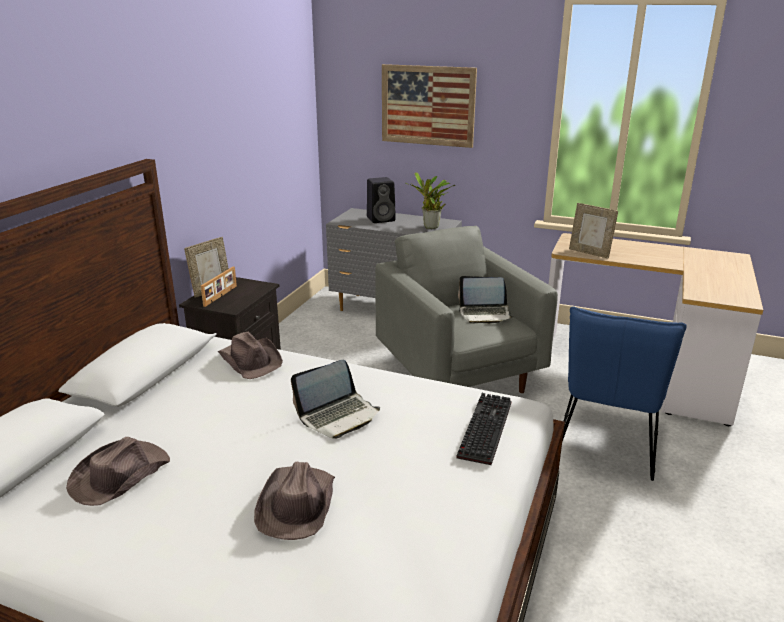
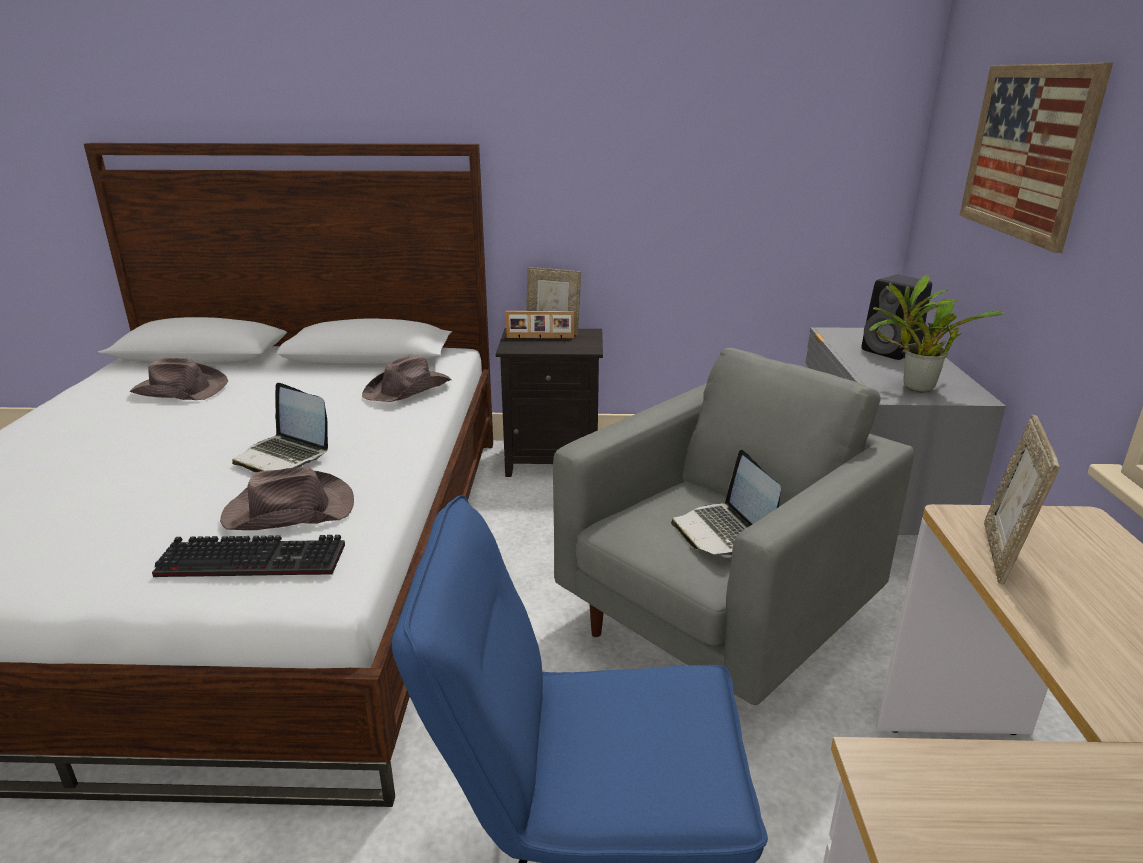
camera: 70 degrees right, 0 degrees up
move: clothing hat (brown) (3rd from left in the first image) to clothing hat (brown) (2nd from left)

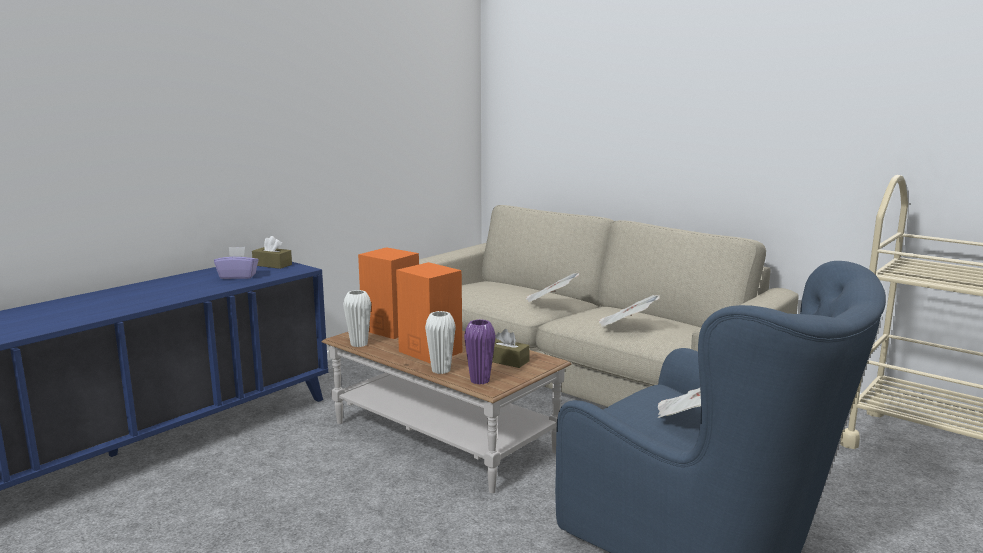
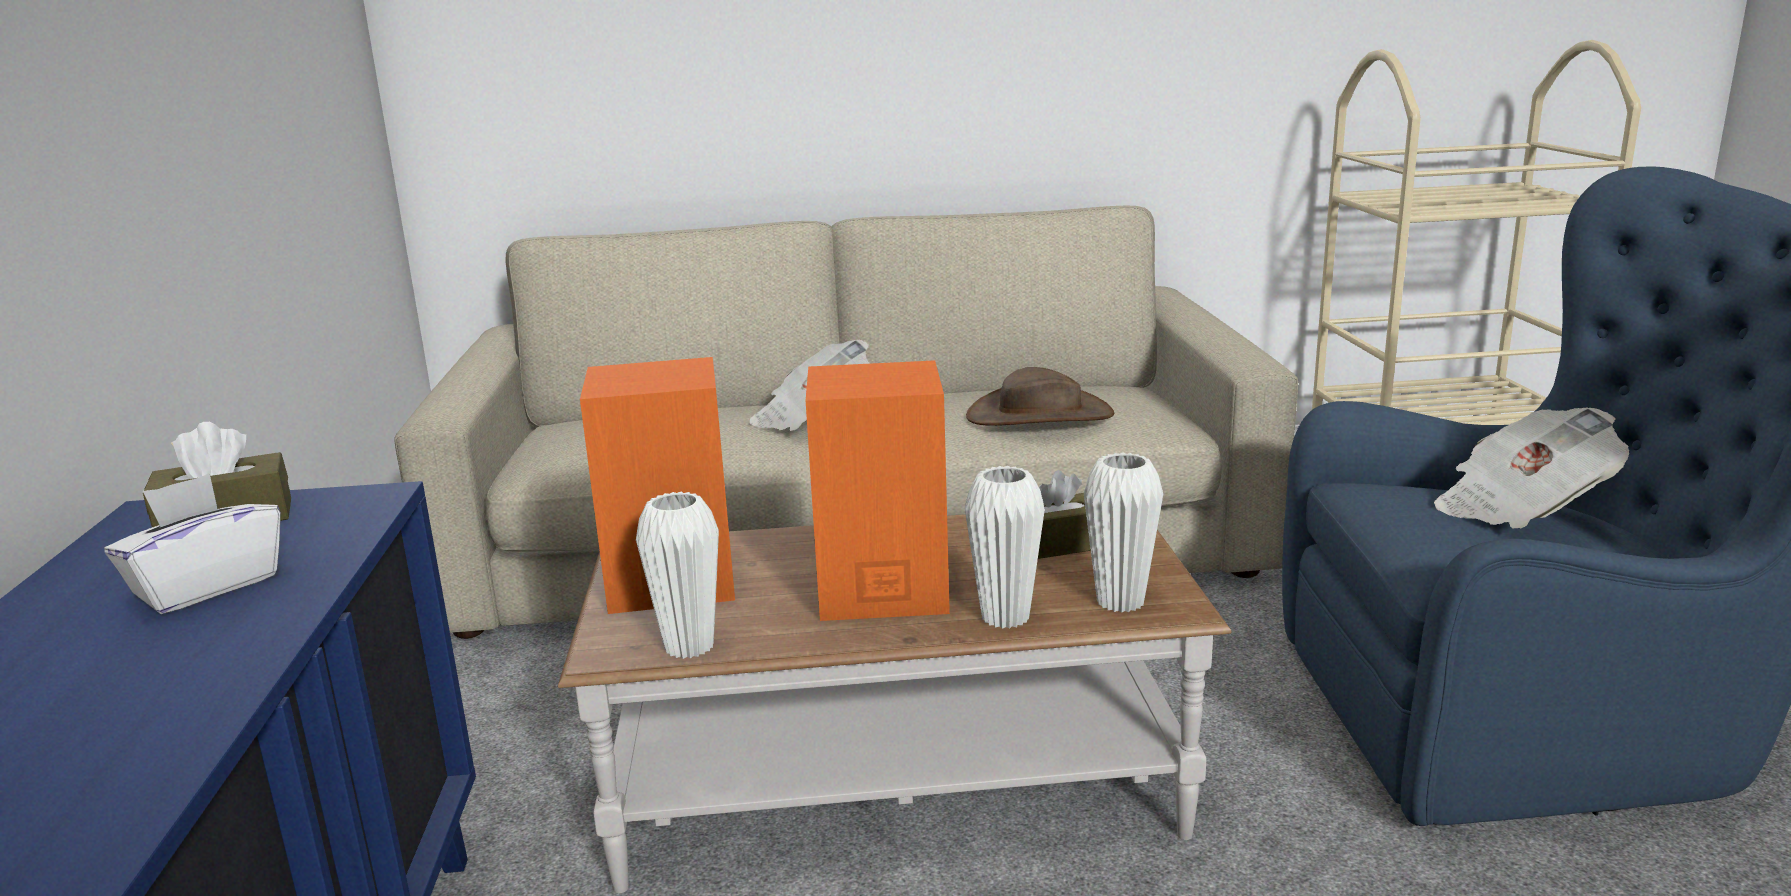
camera: 45 degrees left, 5 degrees up
replace: daily paper (2nd from left) to clothing hat (brown)
recolor: tissue box (purplish) to tissue box (white-coloured); flower vase (purplish) to flower vase (white-coloured) (3rd from left)

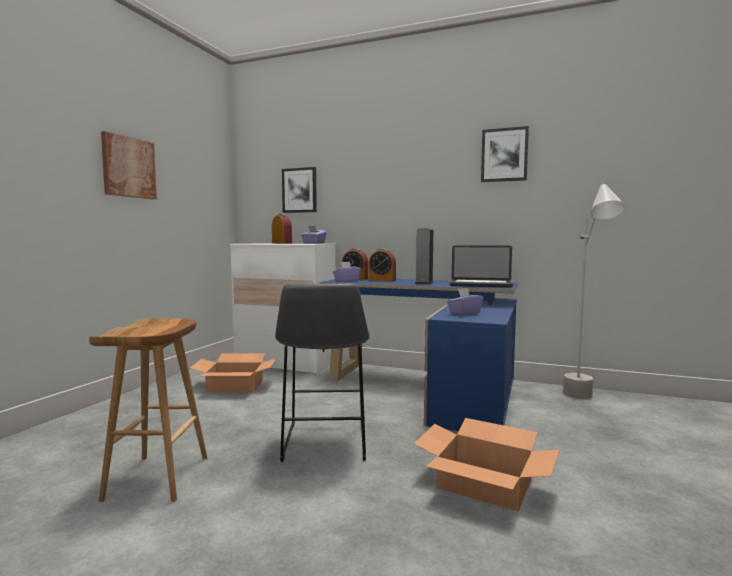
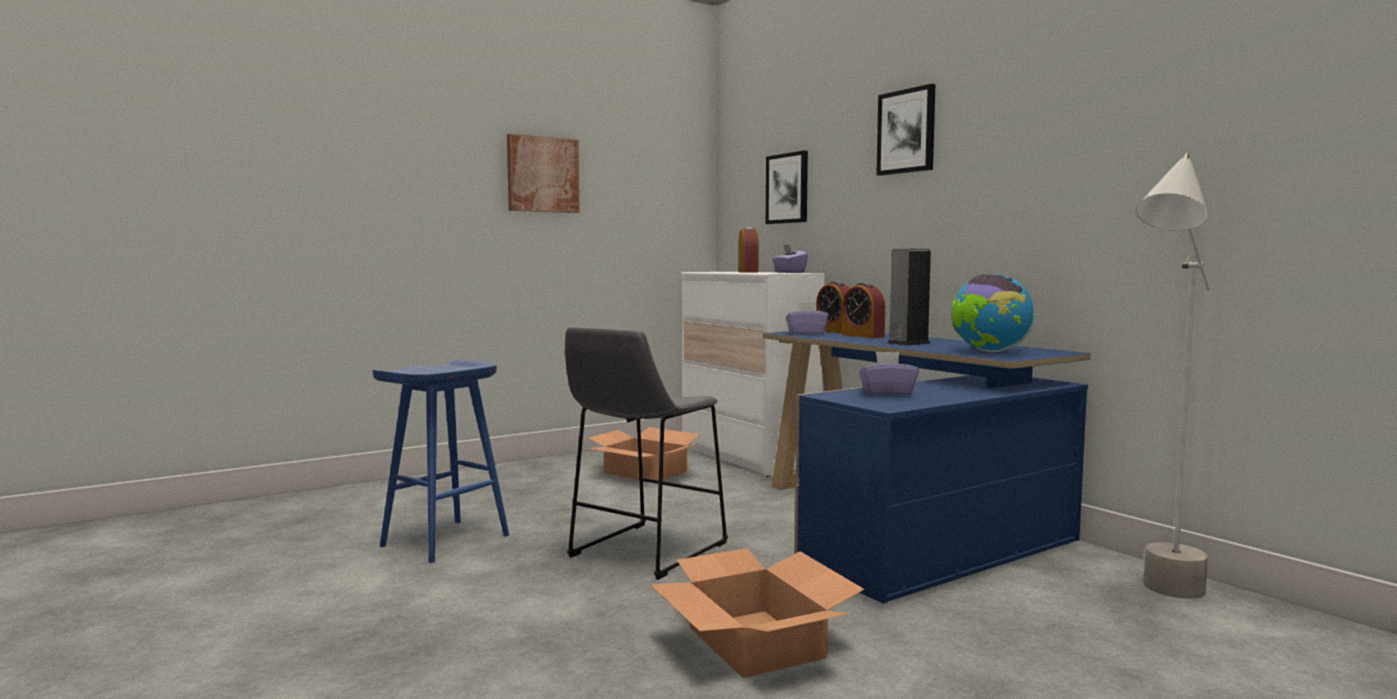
camera: 35 degrees right, 0 degrees up
move: picture (3rd from left)
replace: notebook computer to globe
recolor: stool seat (brown) to stool seat (bluish)

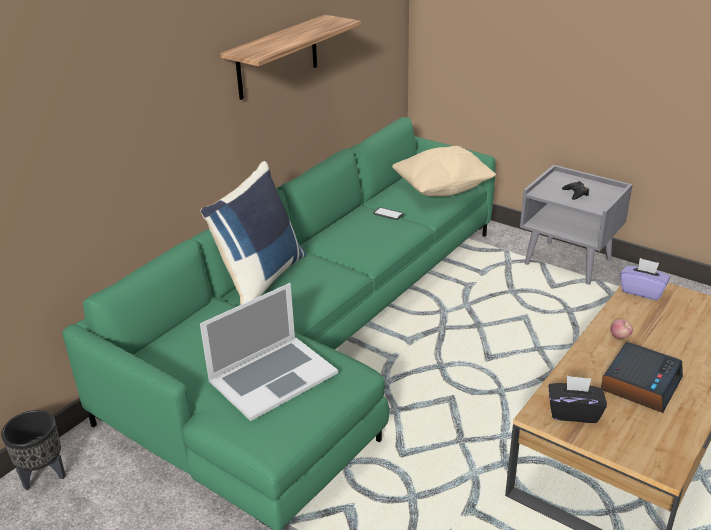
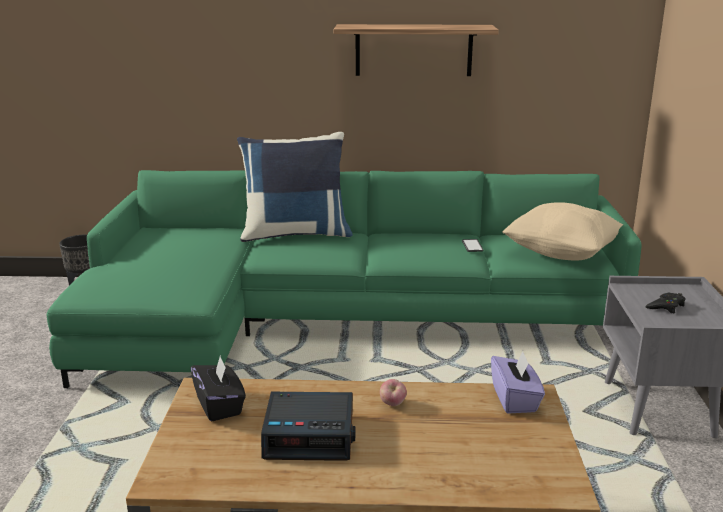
camera: 55 degrees right, 10 degrees down
delete: notebook computer

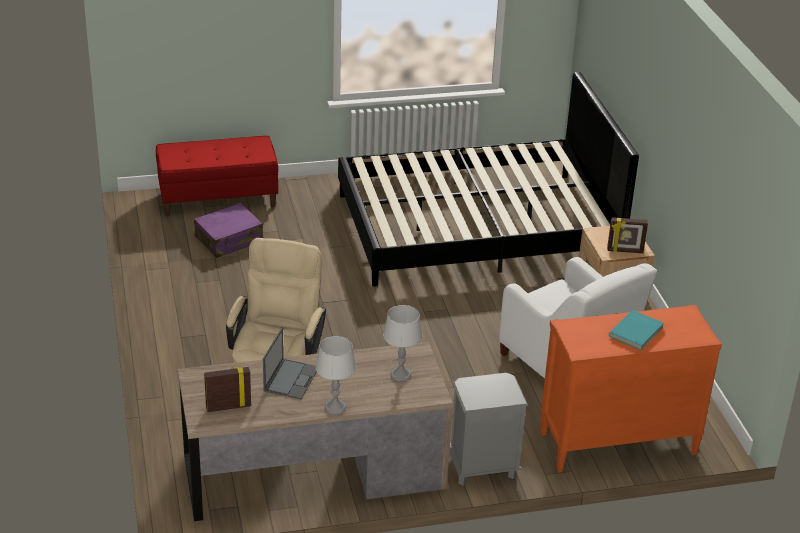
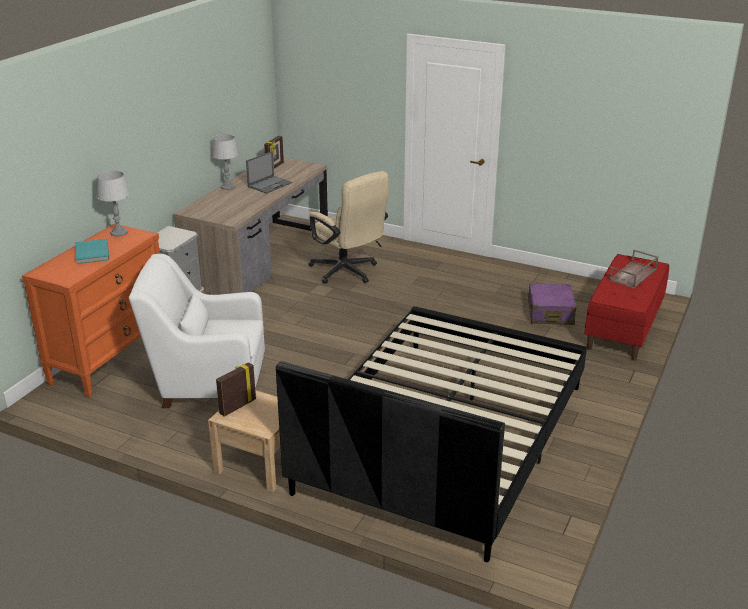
camera: 130 degrees right, 5 degrees down
insert: tray (brown)
move: table lamp (gray) (2nd from left in the first image) to table lamp (gray) (1st from left)
rotate: notebook computer 105 degrees counterclockwise

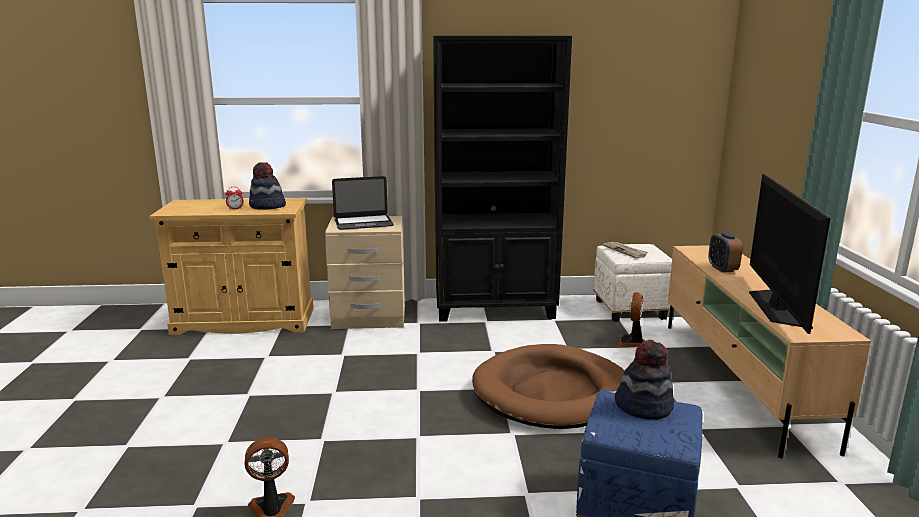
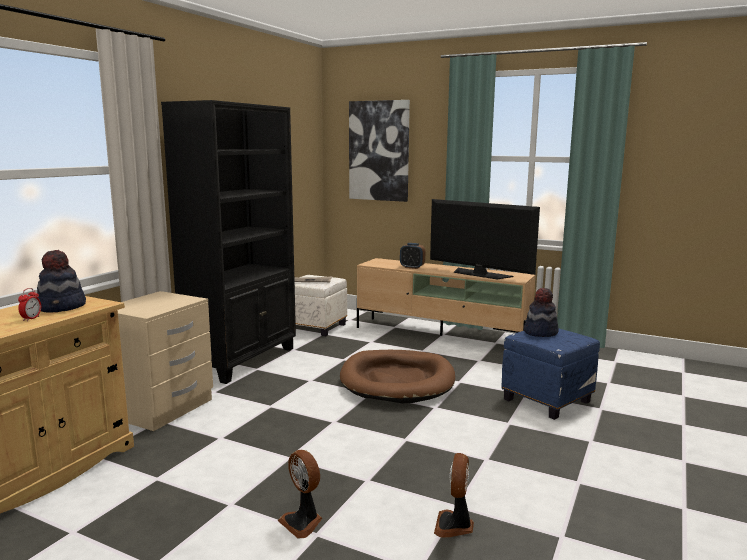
camera: 60 degrees left, 5 degrees down
delete: notebook computer
insert: picture
move: electric fan (2nd from left in the first image) to electric fan (1st from left)

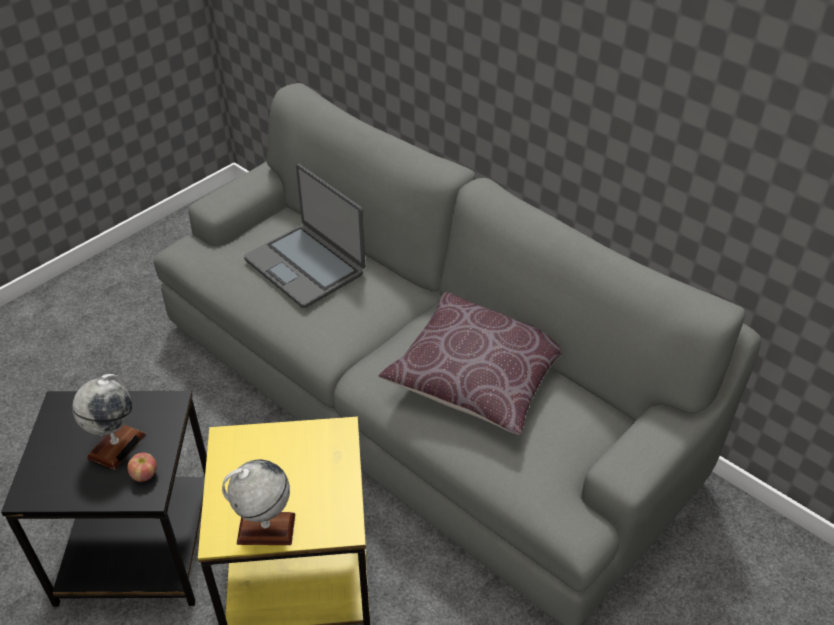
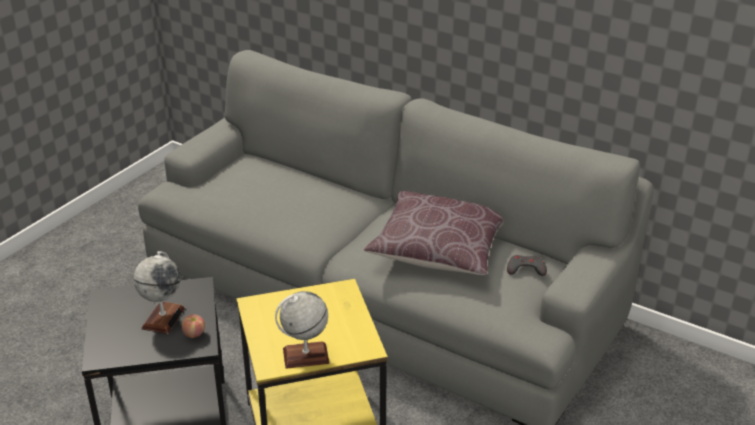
camera: 10 degrees left, 10 degrees down
delete: notebook computer
insert: gamepad (gray)

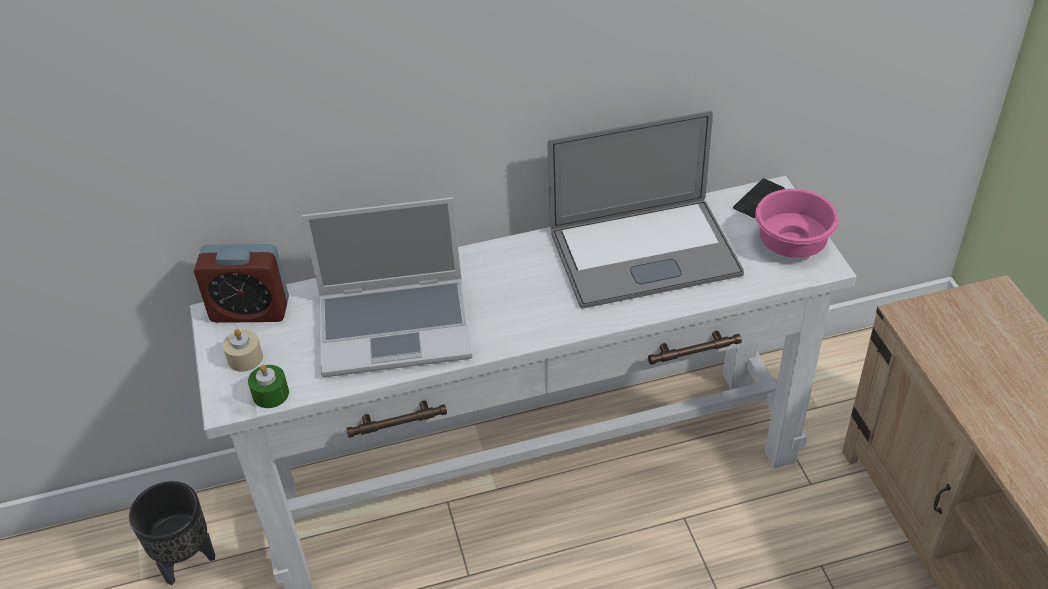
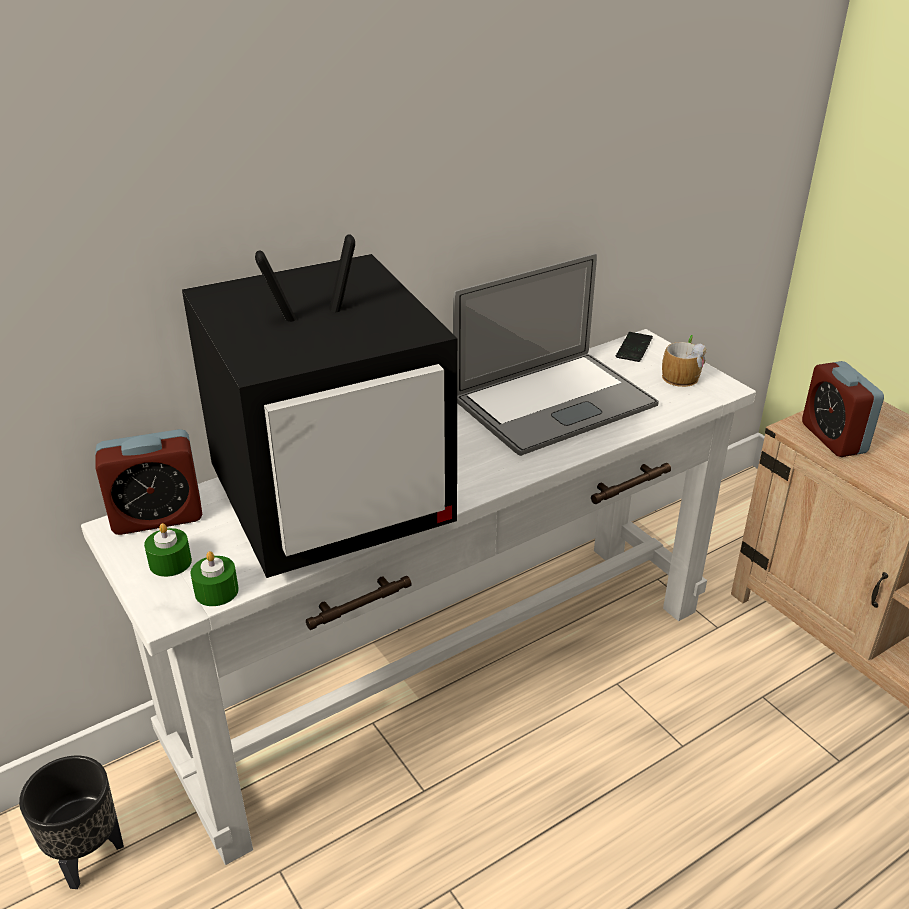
camera: 20 degrees left, 10 degrees down
insert: table clock (2nd from left)
replace: serving bowl (pinkish) to coffee mug; notebook computer (1st from left) to television
recolor: wax candle (beige-coloured) to wax candle (greenish) (1st from left)

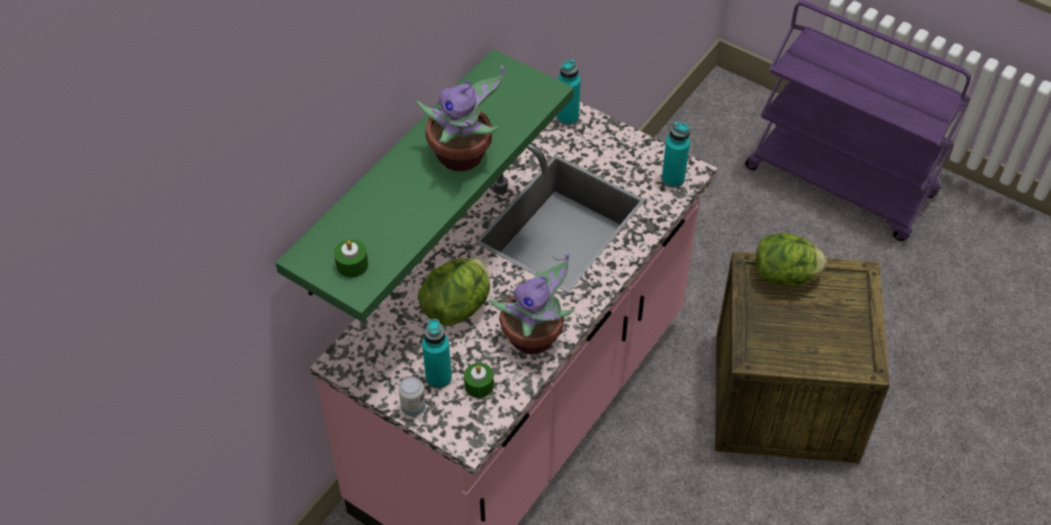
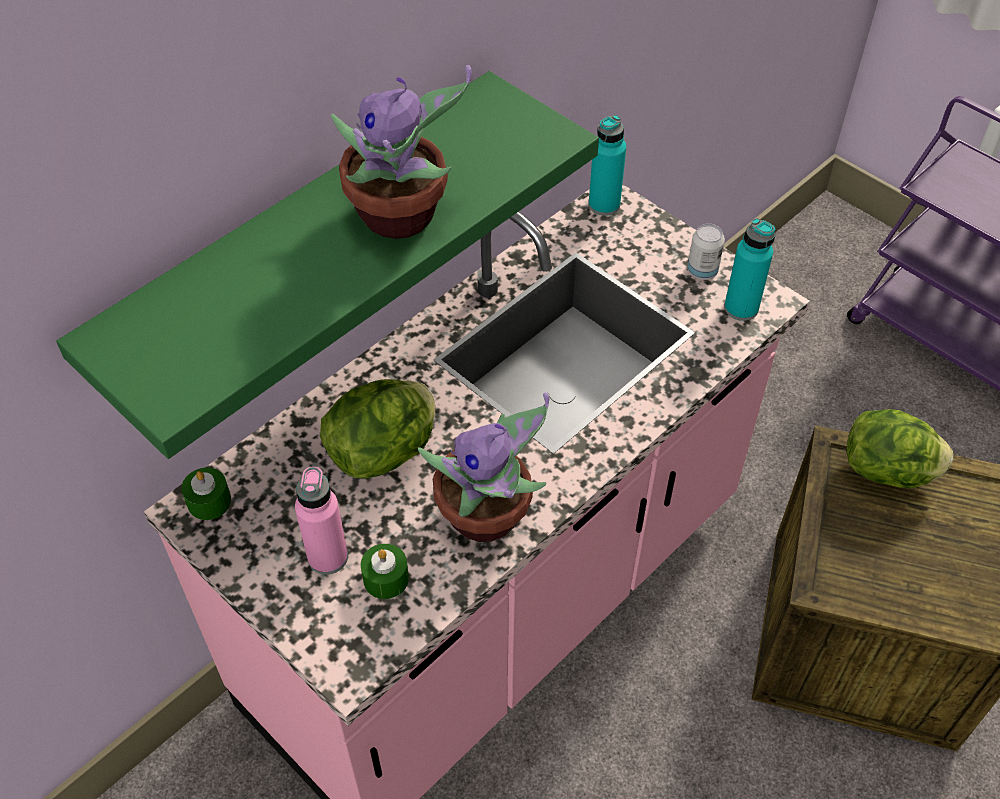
camera: 10 degrees right, 0 degrees up
move: wax candle (greenish) (1st from left); can
recolor: bottle (turquoise) (1st from left) to bottle (pinkish)

